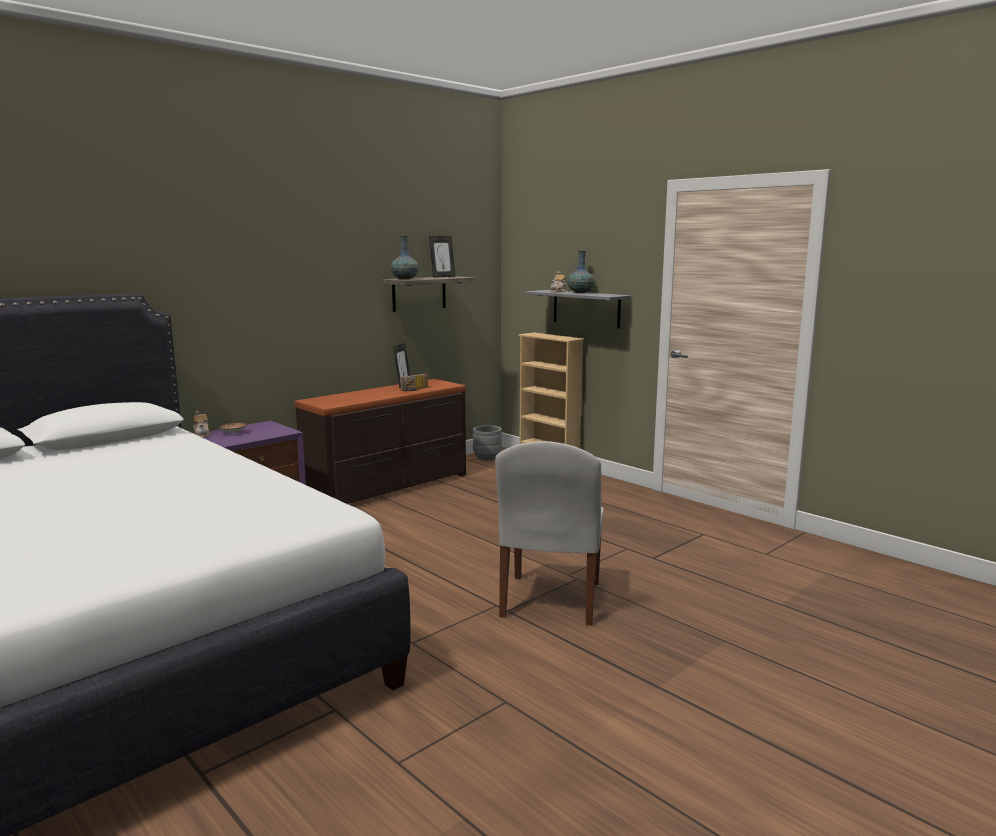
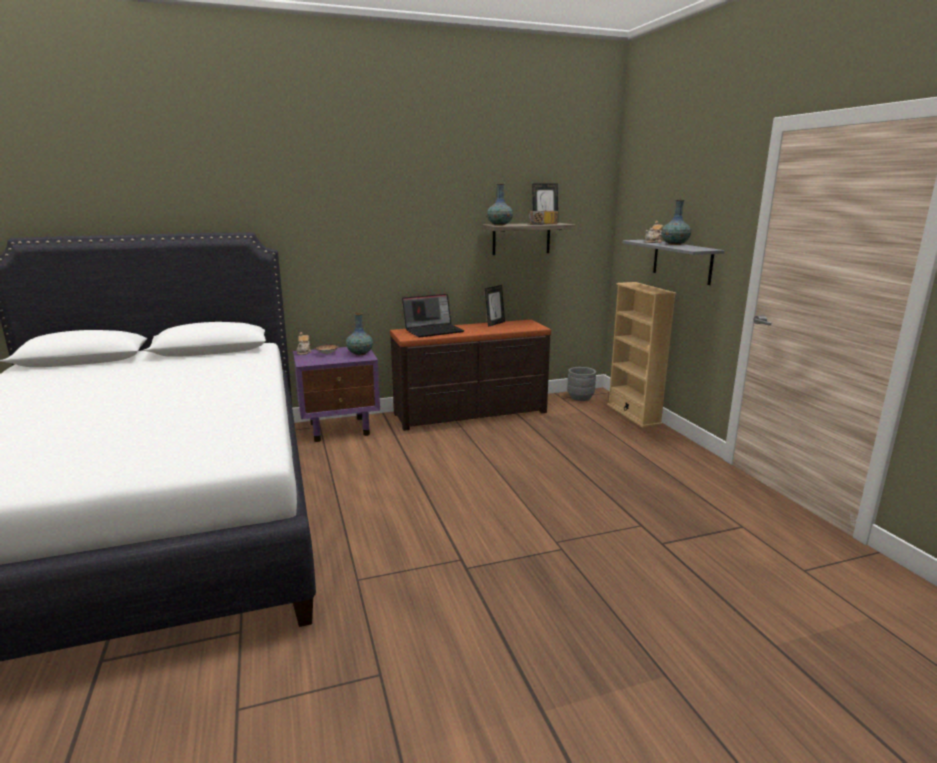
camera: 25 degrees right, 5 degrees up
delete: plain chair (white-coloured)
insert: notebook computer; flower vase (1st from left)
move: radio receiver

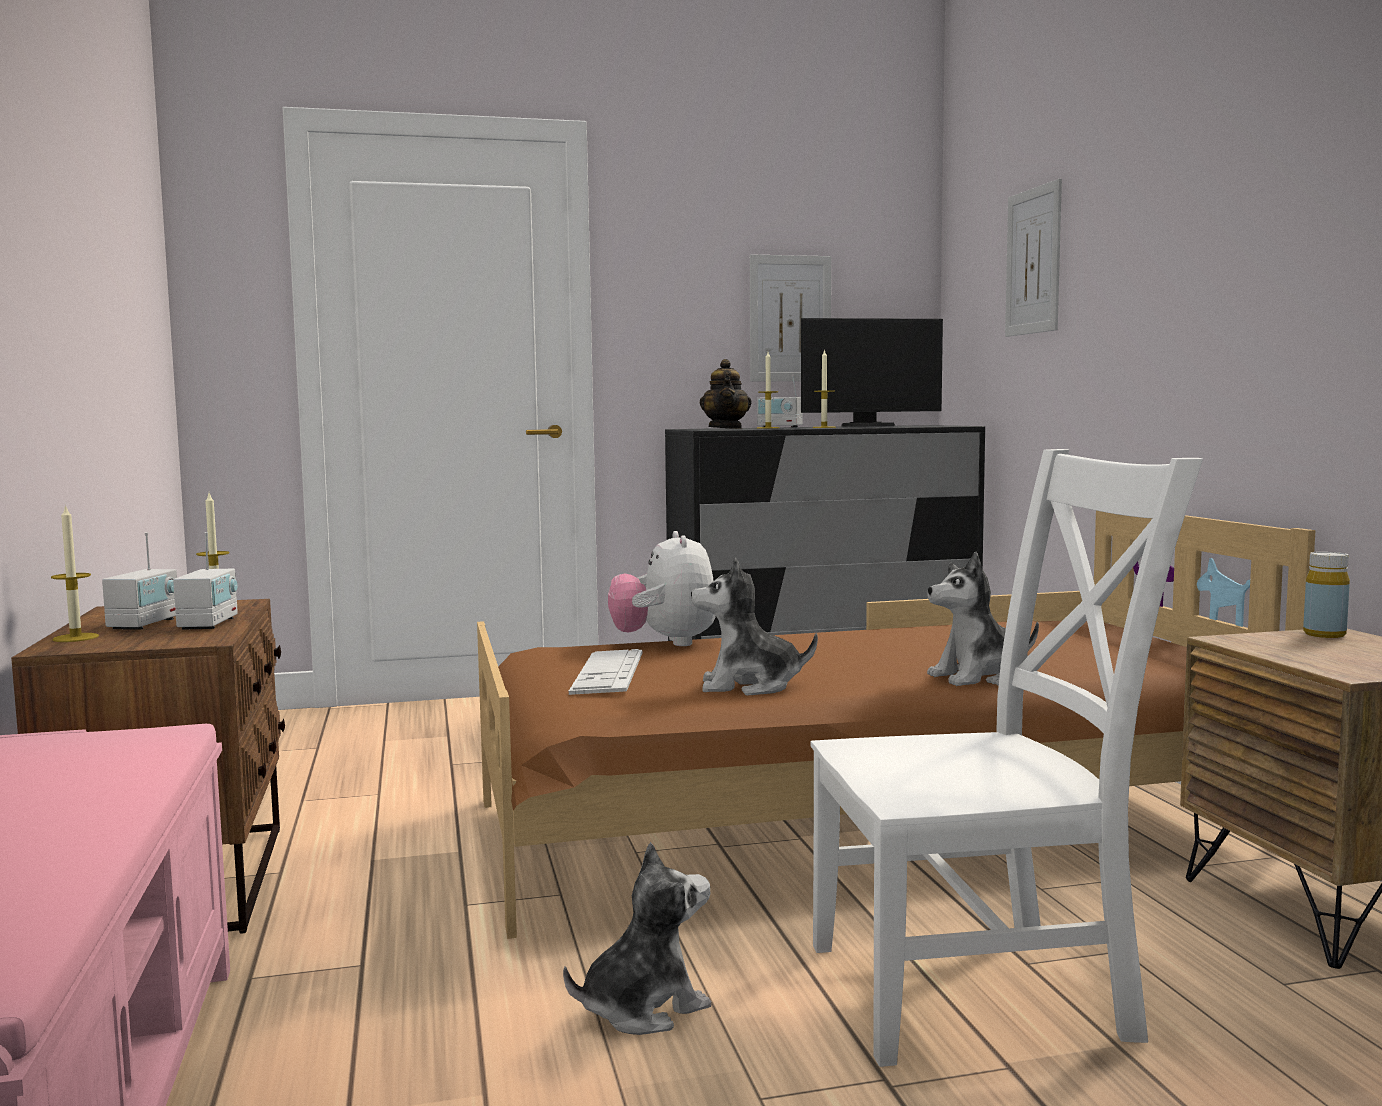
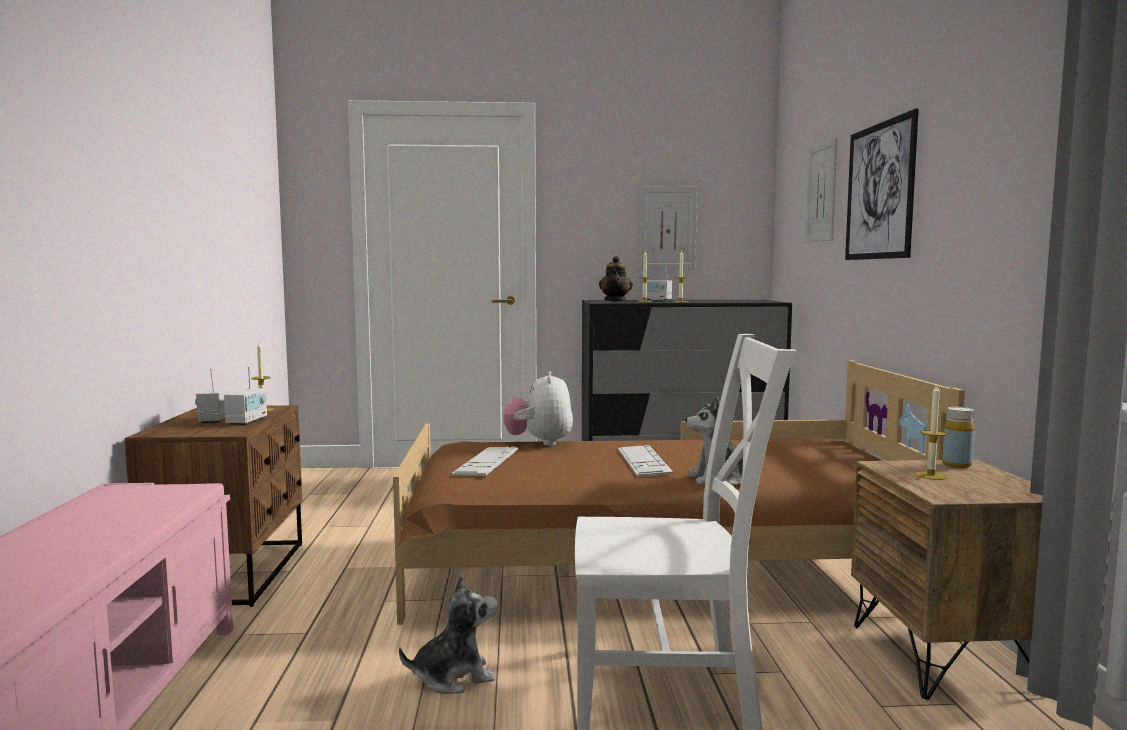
camera: 10 degrees right, 0 degrees up
delete: computer display; cuddly toy (3rd from left)
insert: picture (3rd from left); computer keyboard (2nd from left)
move: wax candle (1st from left in the first image) to wax candle (4th from left)
rotate: radio receiver (1st from left) 150 degrees clockwise

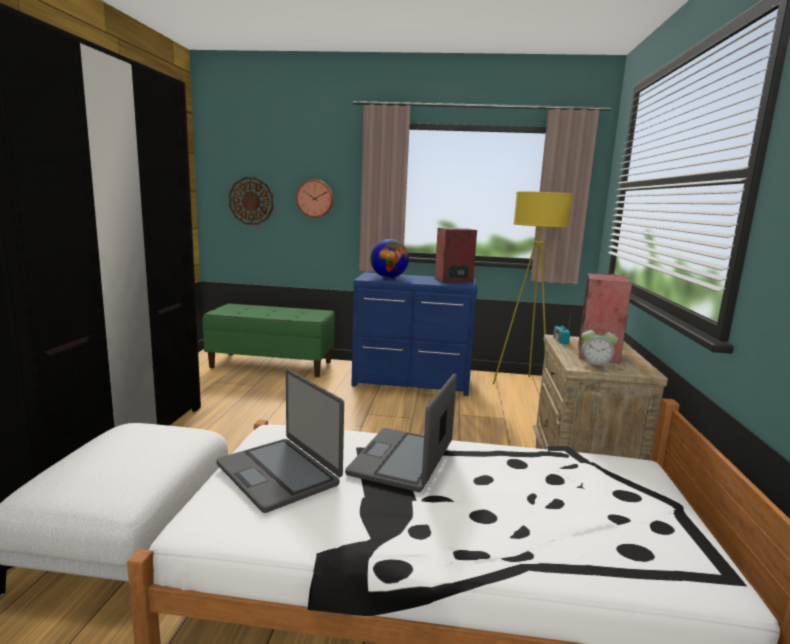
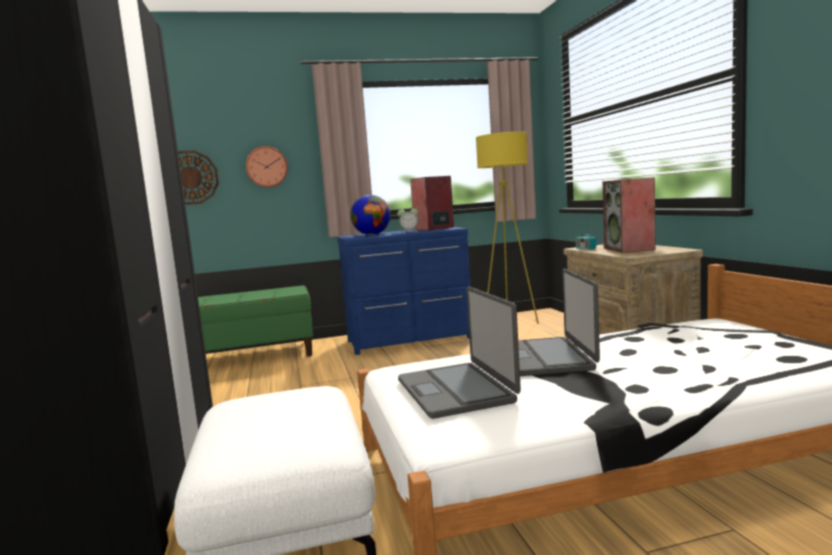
camera: 20 degrees left, 5 degrees down
move: table clock
rotate: notebook computer (1st from left) 45 degrees clockwise

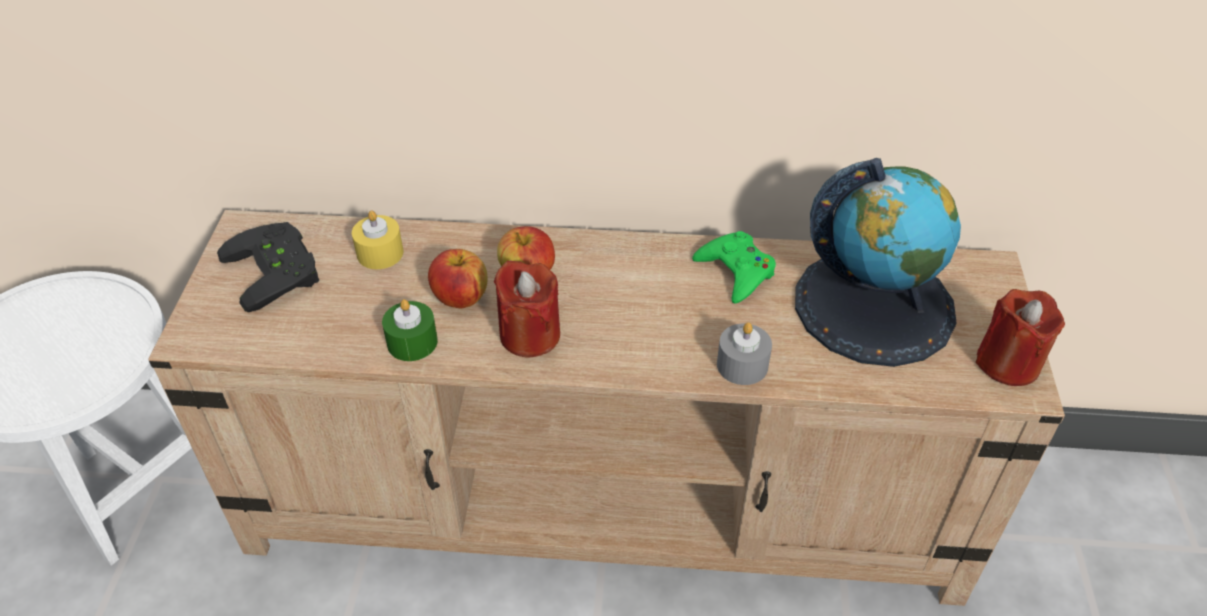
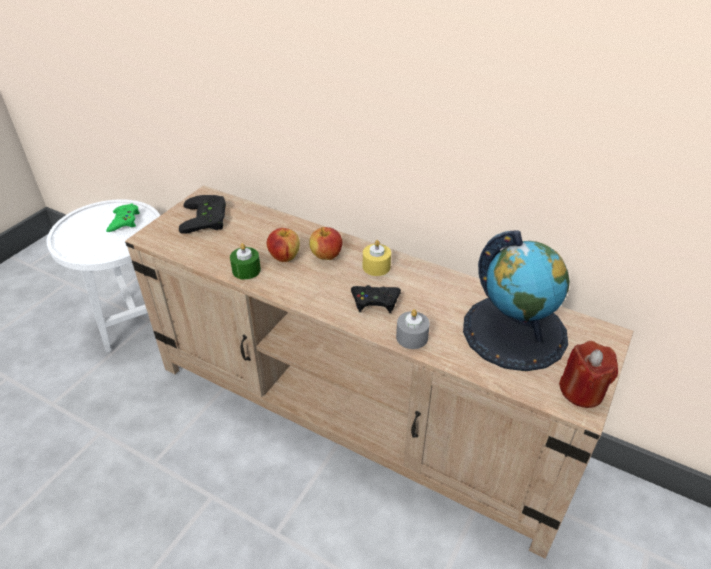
camera: 25 degrees right, 5 degrees down
delete: wax candle (reddish) (1st from left)
insert: gamepad (black) (2nd from left)
move: wax candle (yellowish); gamepad (greenish)

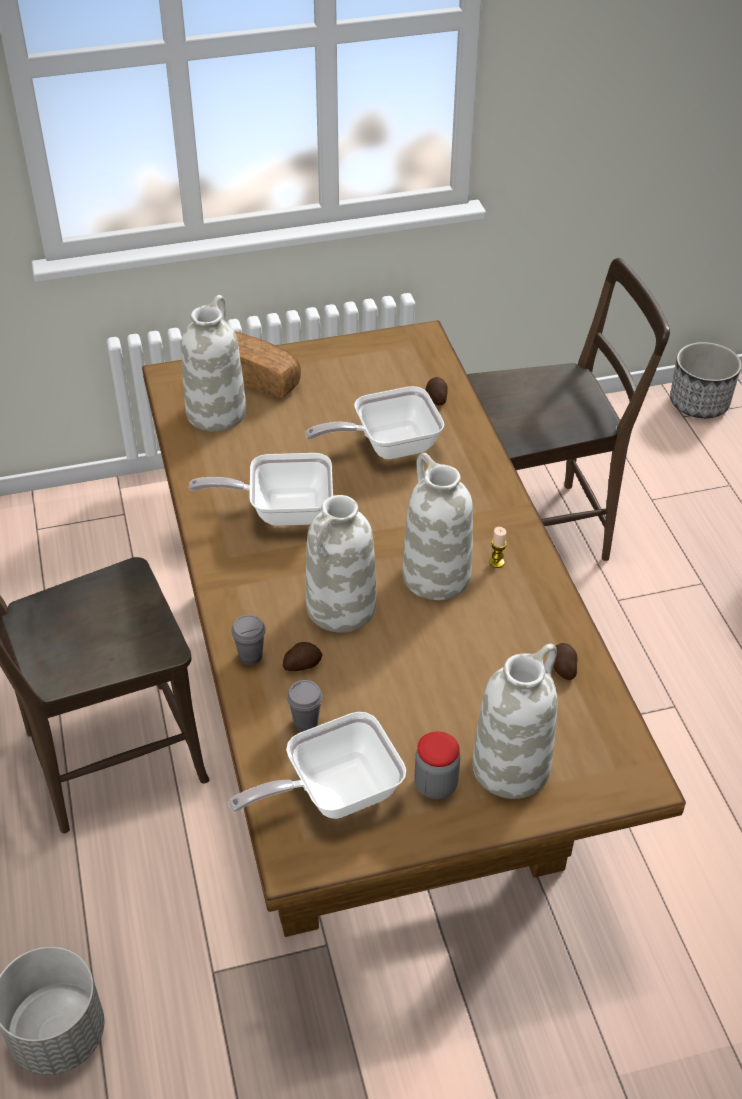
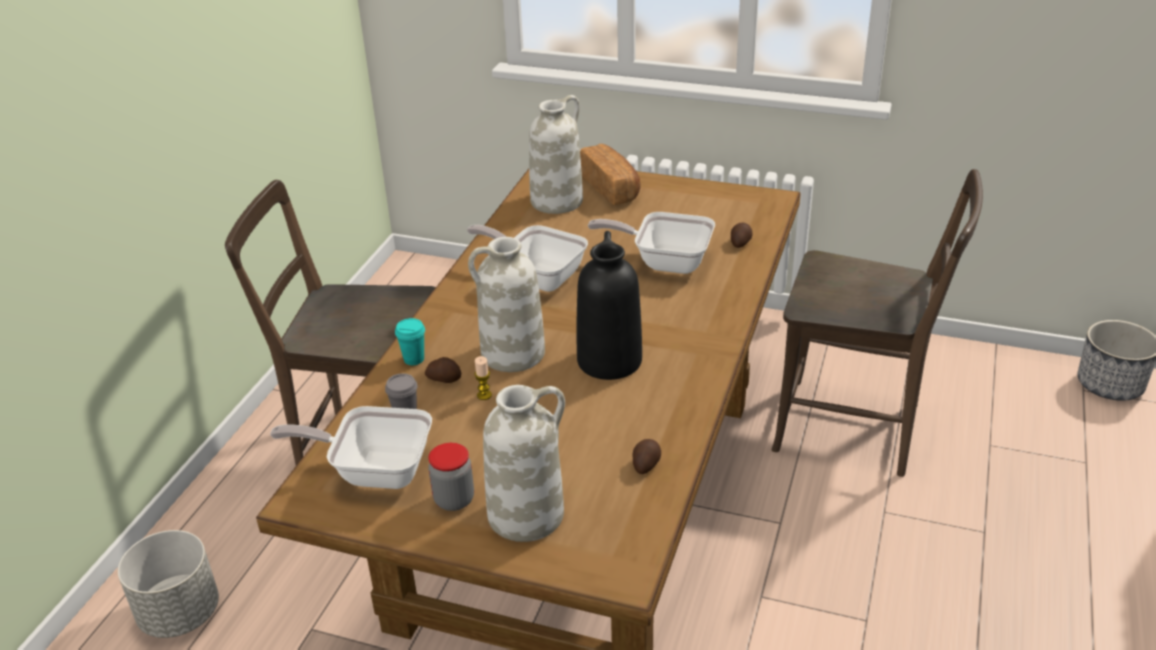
camera: 35 degrees right, 10 degrees down
move: wax candle
recolor: flower vase (white-coloured) (3rd from left) to flower vase (black); drinking cup (gray) (1st from left) to drinking cup (turquoise)

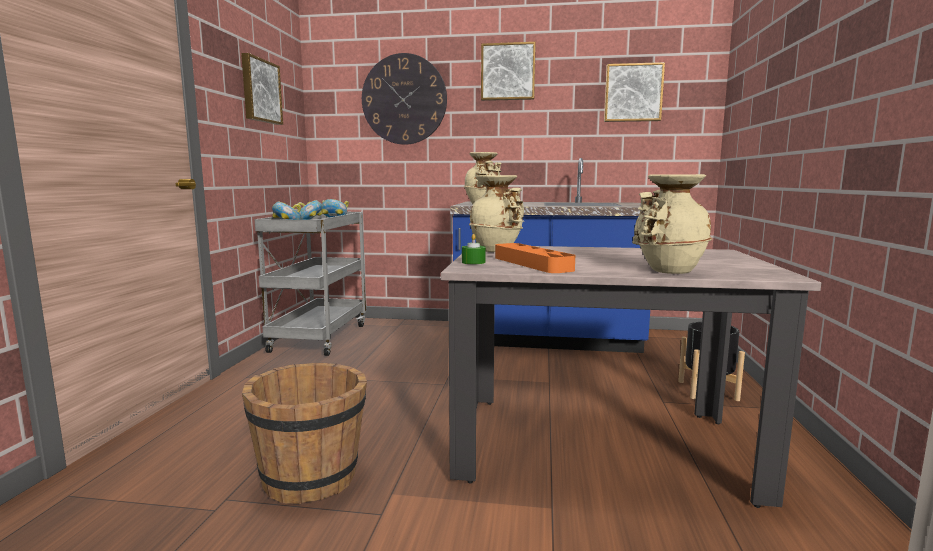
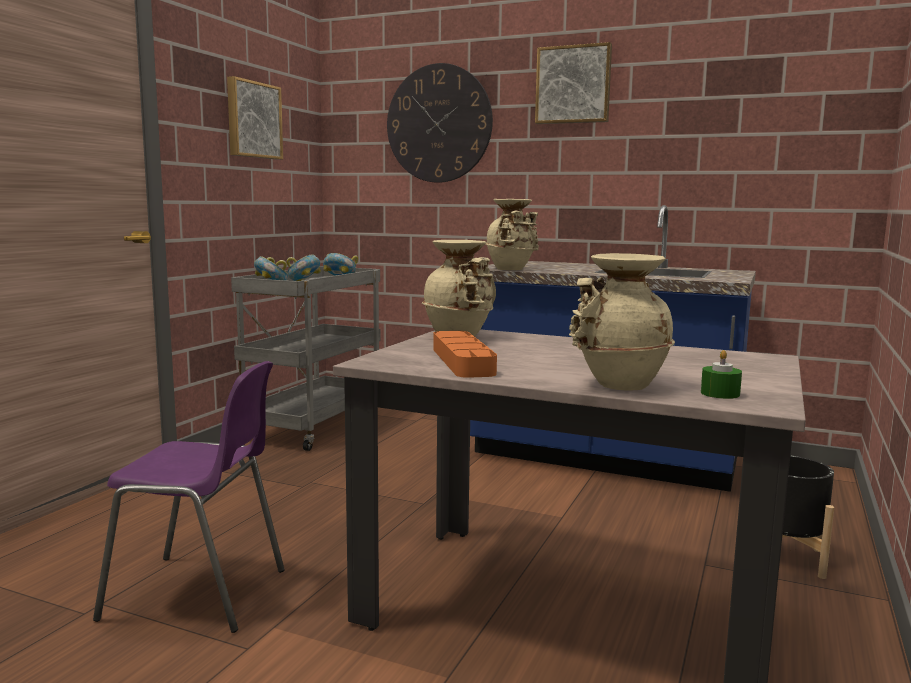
camera: 15 degrees right, 0 degrees up
delete: picture (3rd from left)
move: wax candle (greenish)
replace: pail (brown) to plain chair (purplish)

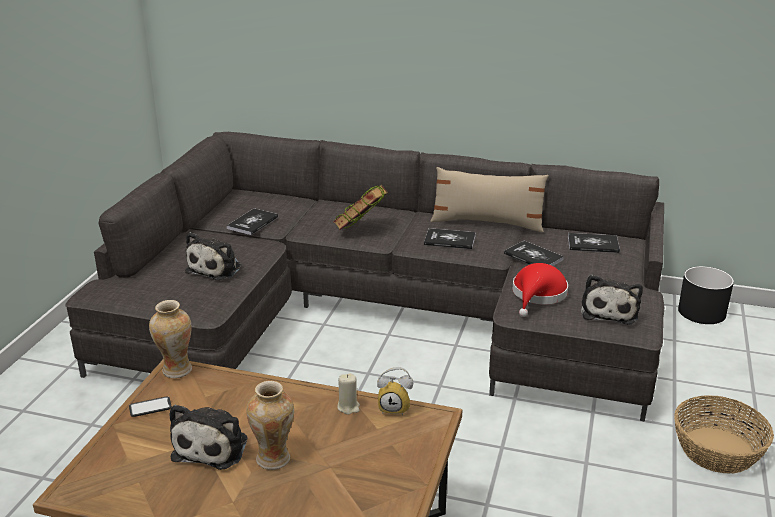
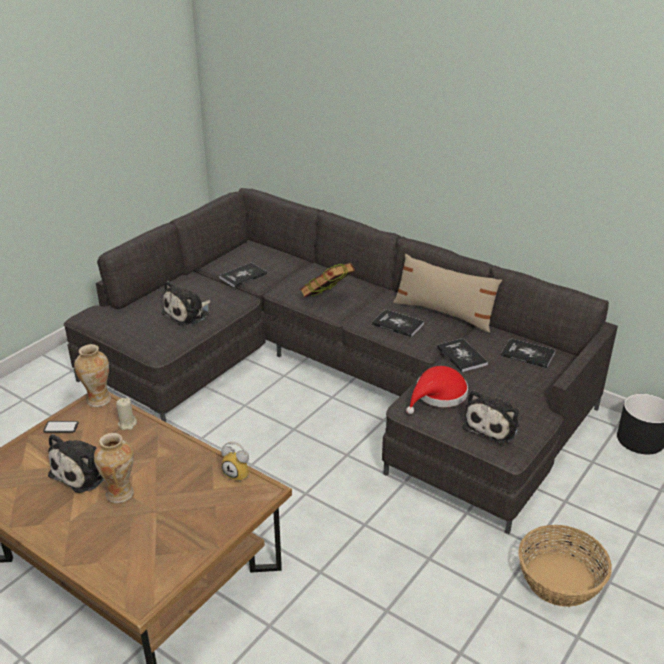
camera: 20 degrees right, 5 degrees up
move: wax candle (beige-coloured)

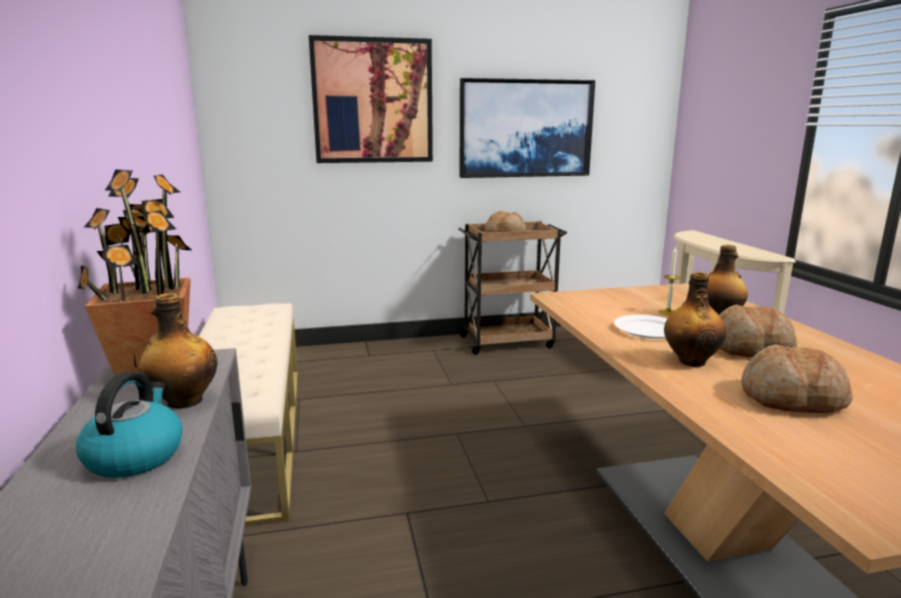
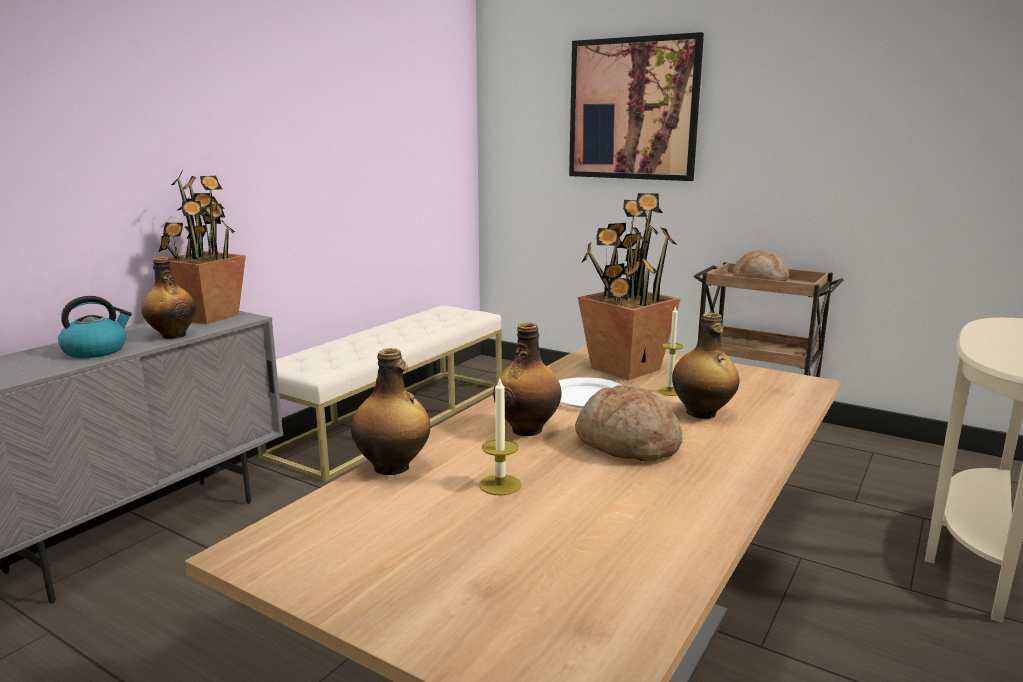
camera: 45 degrees right, 0 degrees up
delete: picture (2nd from left)
insert: plant in a pot (2nd from left); bottle (2nd from left)
replace: bread (3rd from left) to wax candle (1st from left)

